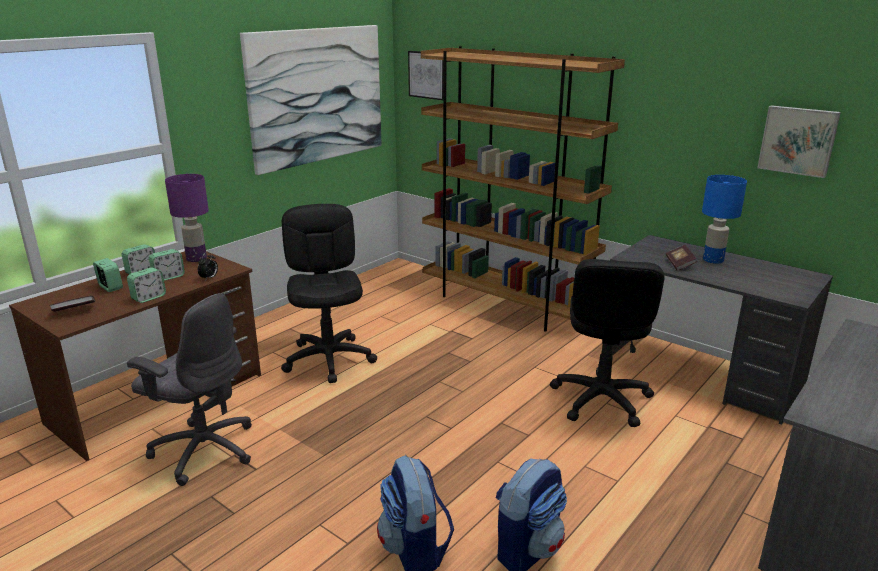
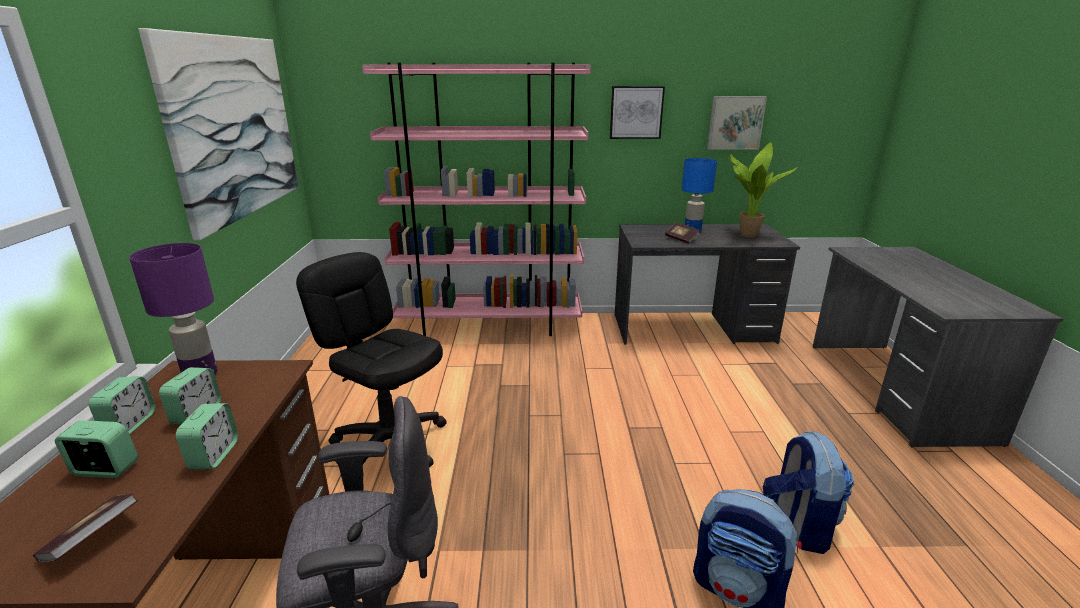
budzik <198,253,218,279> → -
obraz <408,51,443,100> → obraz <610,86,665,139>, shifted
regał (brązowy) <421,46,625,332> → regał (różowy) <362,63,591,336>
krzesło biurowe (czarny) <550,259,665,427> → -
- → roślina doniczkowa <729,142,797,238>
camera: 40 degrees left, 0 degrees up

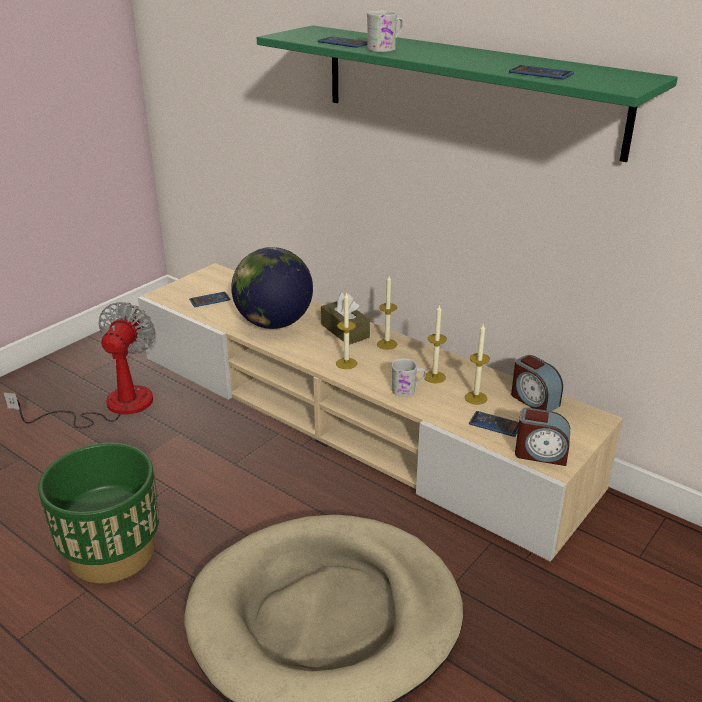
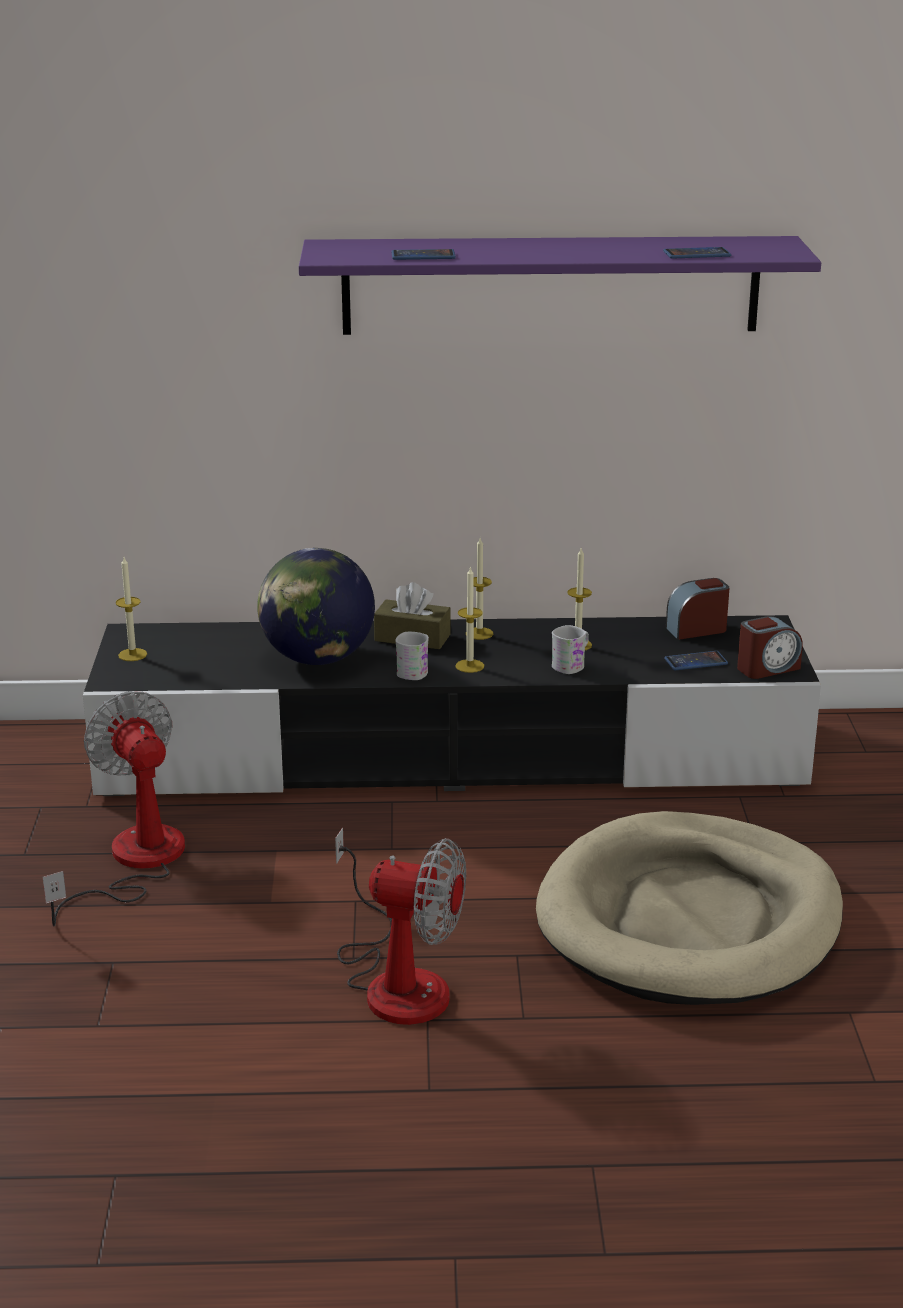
donica (zielony) <38,443,159,584> → wentylator <335,828,466,1025>
szafka pod telewizor (beżowy) <138,263,623,562> → szafka pod telewizor (czarny) <83,615,821,796>
telefon <189,292,231,307> → -
półka (zielony) <257,25,678,162> → półka (fioletowy) <299,236,821,335>
kubek (biały) <367,11,403,52> → kubek (biały) <395,632,429,680>, shifted
świeca <465,324,490,405> → świeca <116,557,147,661>, shifted
budzik <511,355,563,411> → budzik <666,578,729,640>, 150 degrees clockwise
camera: 40 degrees left, 5 degrees down

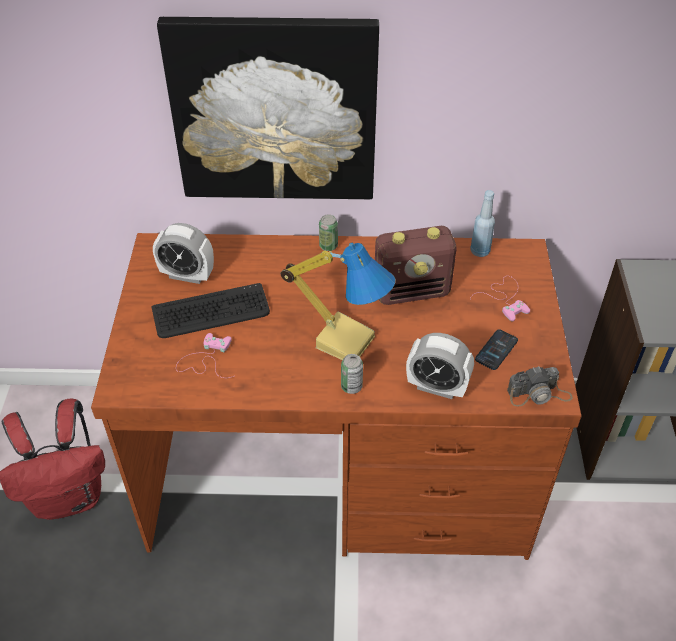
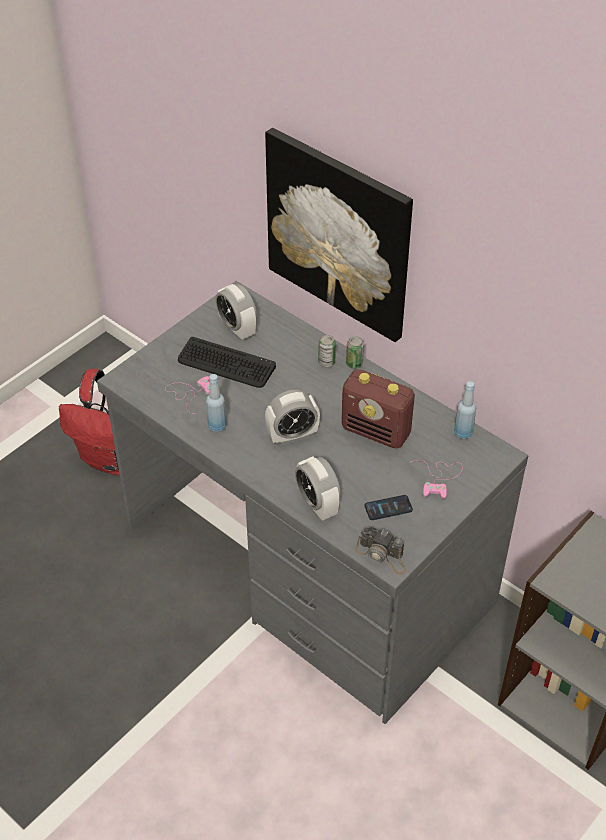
biurko (brązowy) <91,233,581,560> → biurko (szary) <97,281,528,724>
lampa stołowa <281,243,395,360> → budzik <265,390,320,445>
puszka <341,354,363,394> → puszka <318,335,336,367>, shifted
- → butelka (niebieski) <206,374,227,432>
camera: 40 degrees right, 0 degrees up

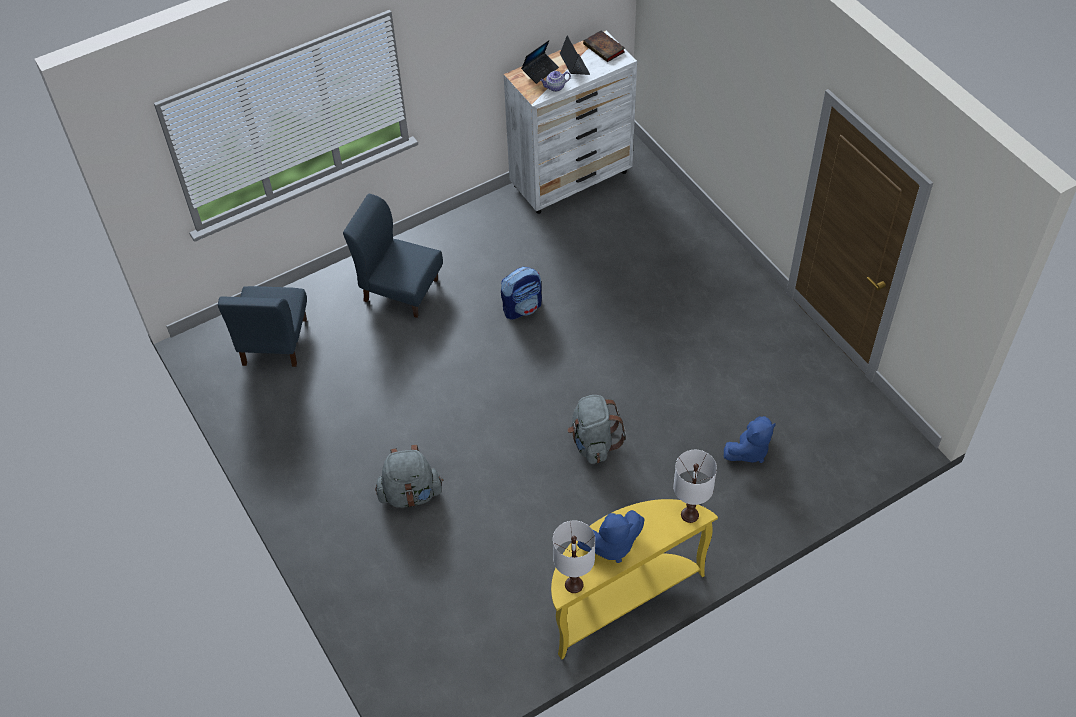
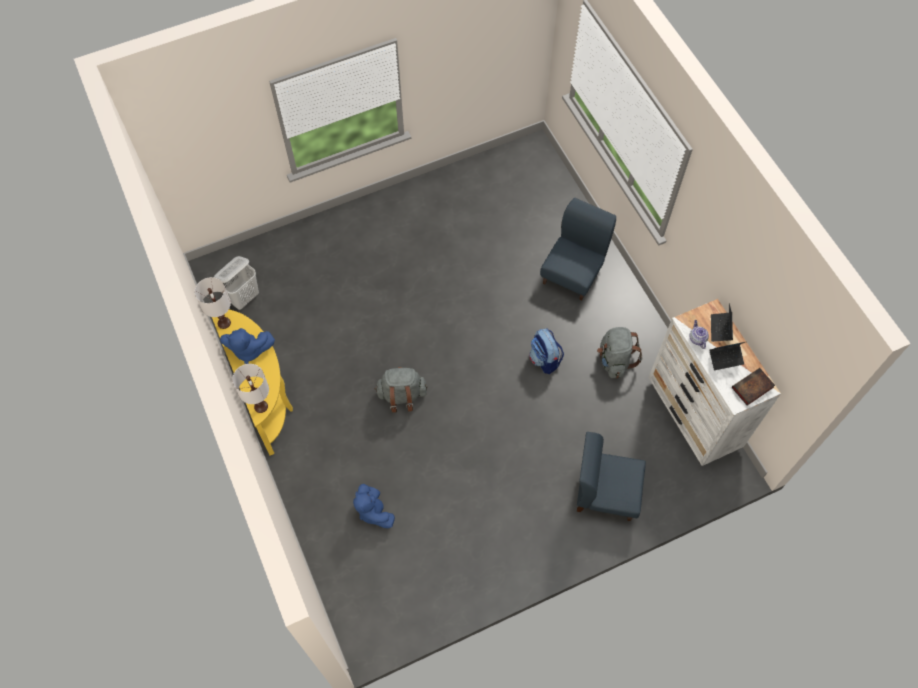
krzesło (niebieski) <218,286,307,367> → krzesło (niebieski) <577,432,646,521>, shifted
plecak (szary) <375,445,443,508> → plecak (szary) <597,327,642,378>, shifted
laptop <521,40,559,84> → laptop <711,303,733,342>, 45 degrees clockwise
pluszak (niebieski) <577,510,645,563> → pluszak (niebieski) <220,328,275,364>, 75 degrees counterclockwise
- → kosz na pranie (biały) <214,256,259,310>
camera: 95 degrees right, 10 degrees up

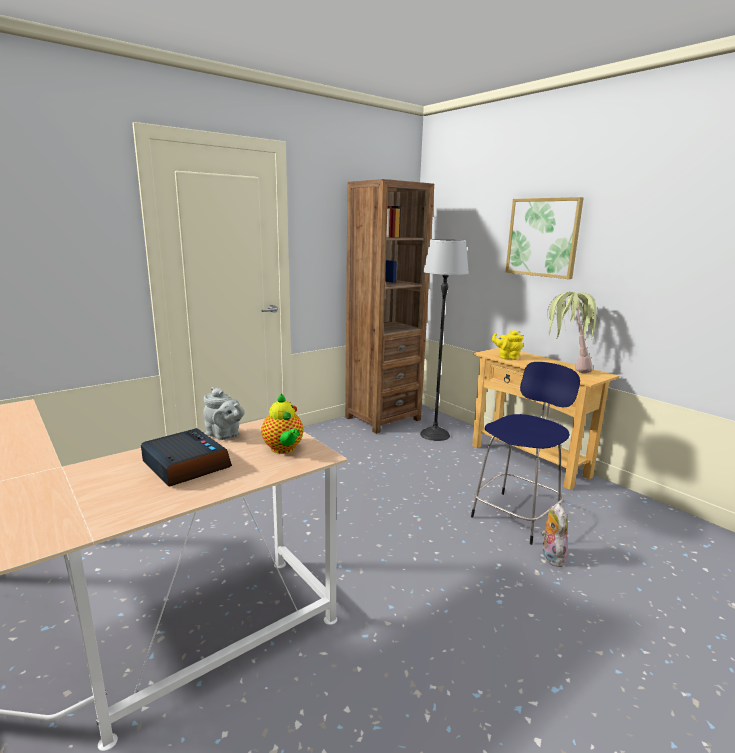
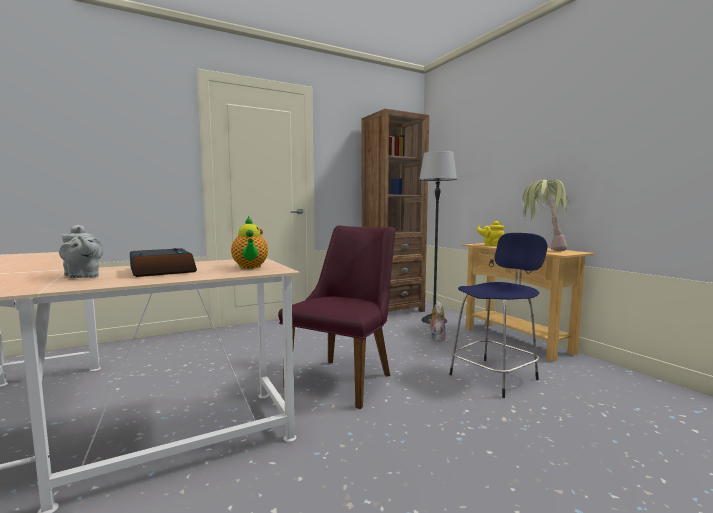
imbryk (szary) <203,387,245,440> → imbryk (szary) <59,225,104,278>, shifted
obraz <506,197,584,279> → -
pluszak <541,504,568,567> → pluszak <429,301,446,341>, shifted
- → krzesło (fioletowy) <278,225,395,409>
camera: 10 degrees right, 10 degrees down

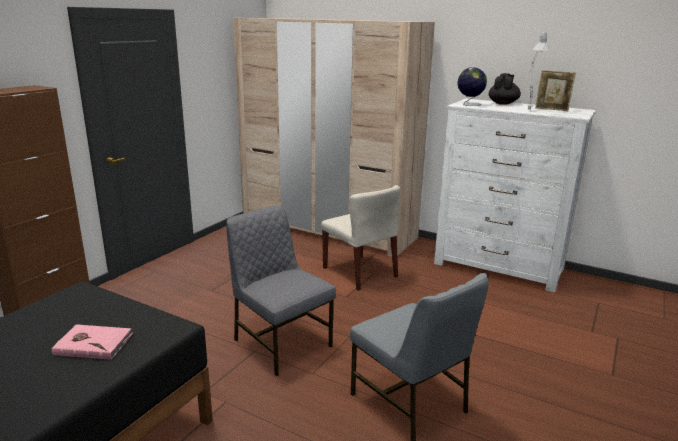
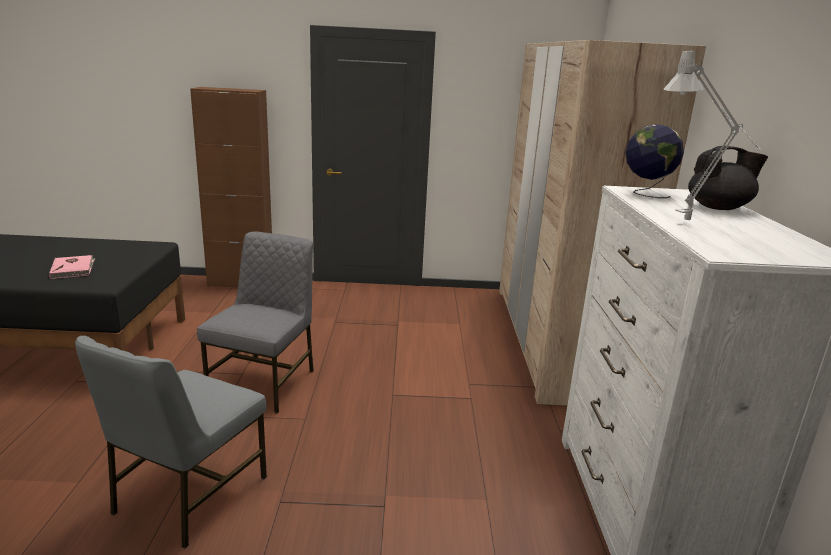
krzesło (beżowy) <321,185,400,291> → -
ramka na zdjęcie <535,70,576,111> → -
camera: 60 degrees right, 0 degrees up

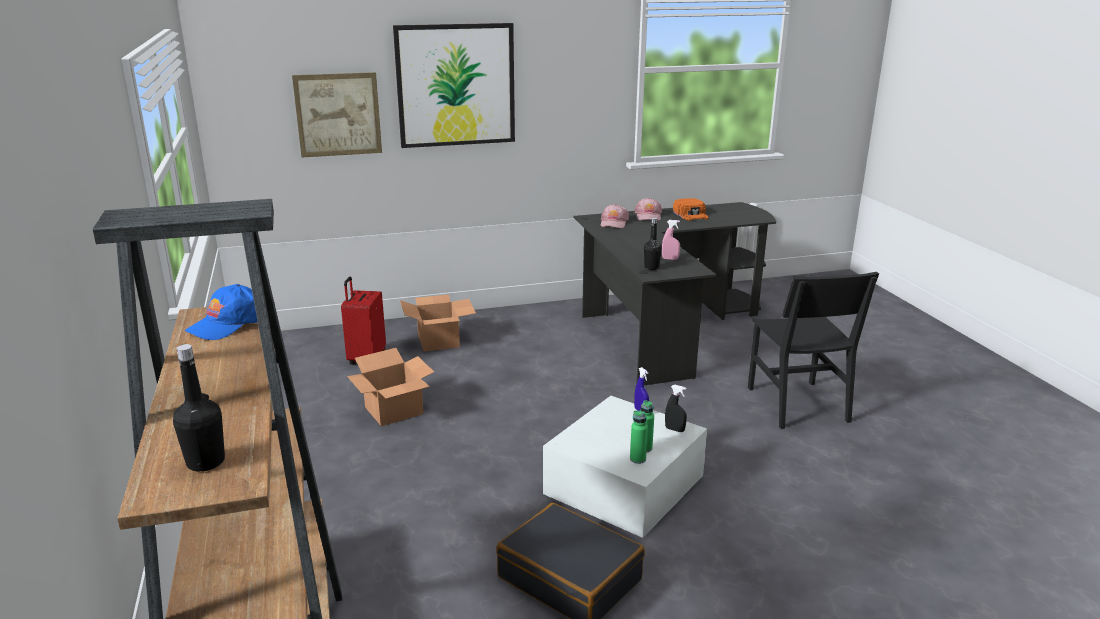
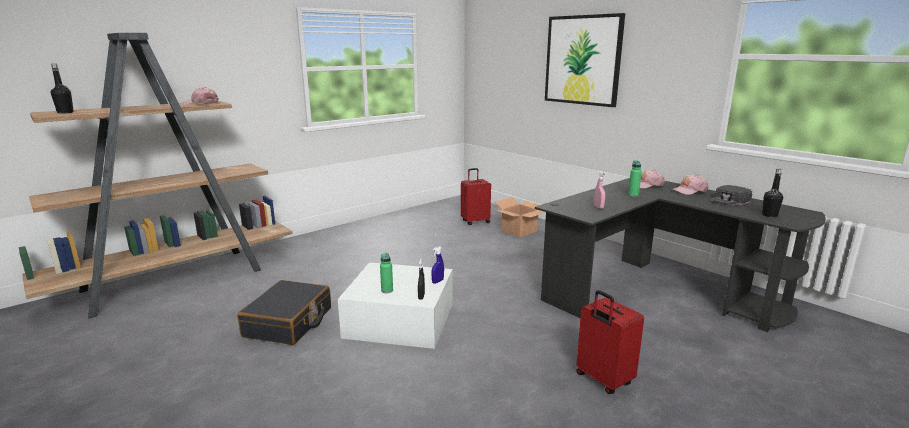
czapka z daszkiem (niebieski) <185,284,258,340> → czapka z daszkiem (różowy) <182,87,219,105>
obraz <292,72,382,157> → -
karton <347,348,434,426> → -
butelka (zielony) <630,411,648,464> → butelka (zielony) <628,160,642,197>, shifted
butelka (czarny) <644,218,662,270> → butelka (czarny) <762,168,783,217>, shifted
czapka z daszkiem (pomarańczowy) <673,198,709,221> → czapka z daszkiem (czarny) <710,185,752,207>
krzesło (czarny) <748,272,879,429> → walizka (czerwony) <576,290,644,394>
camera: 65 degrees right, 5 degrees down

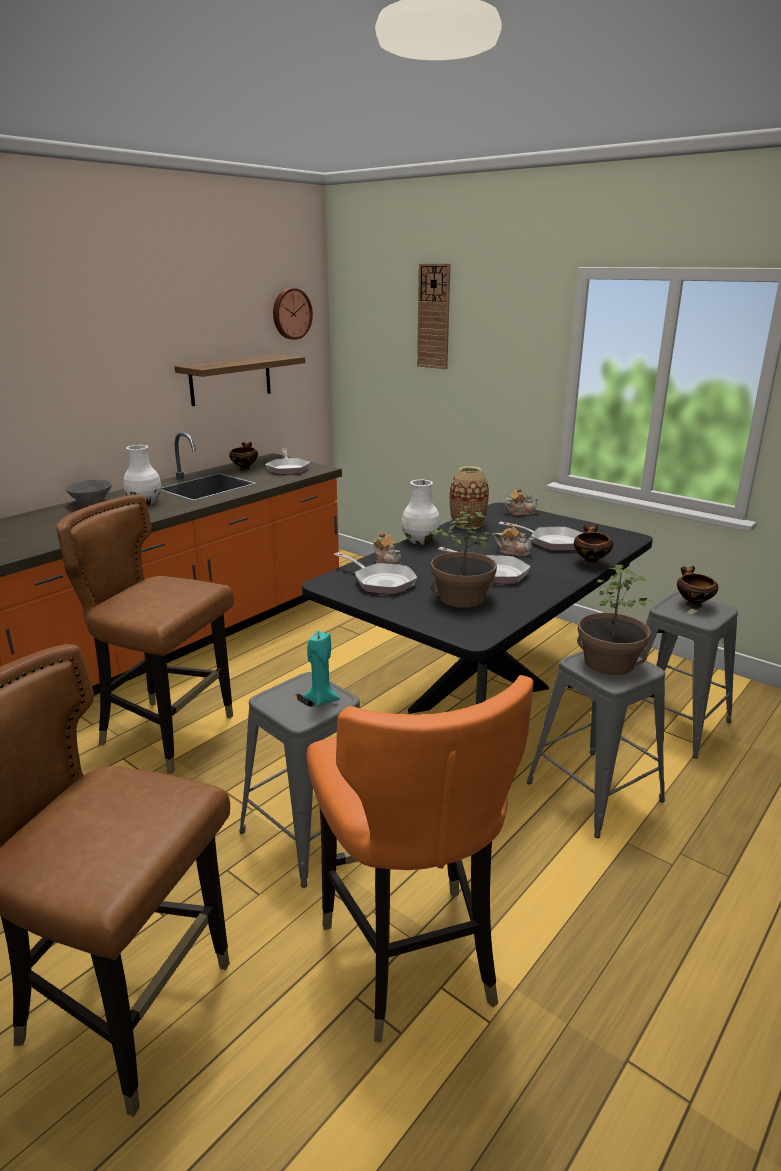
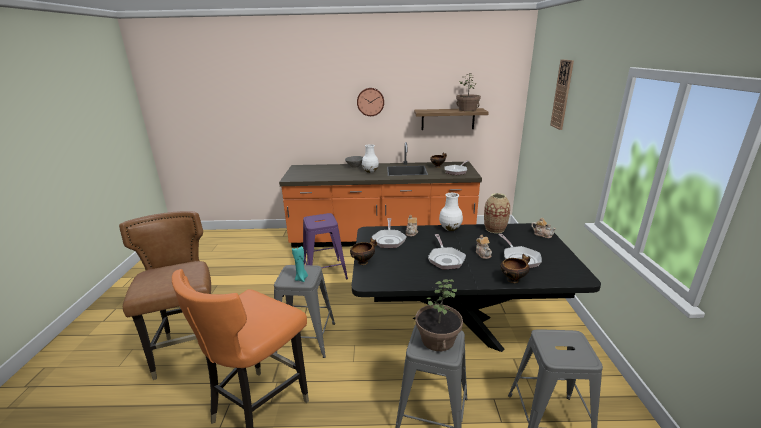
krzesło (brązowy) <56,495,234,774> → stołek (fioletowy) <303,213,348,279>
zegar ścienny <273,288,313,340> → zegar ścienny <357,88,384,116>, shifted
roślina doniczkowa <431,507,499,608> → roślina doniczkowa <456,73,481,111>, shifted
miska <677,566,718,609> → miska <350,238,377,265>, shifted
camera: 50 degrees right, 0 degrees up

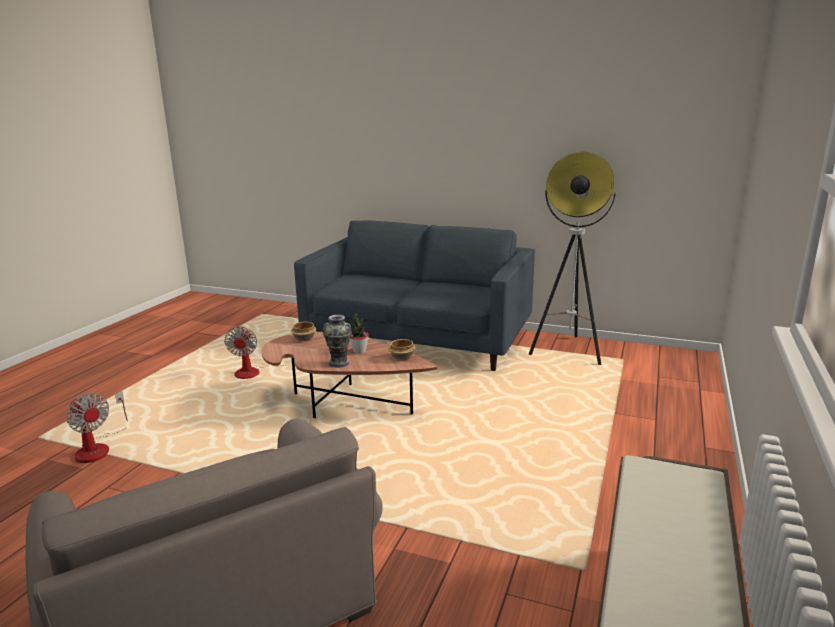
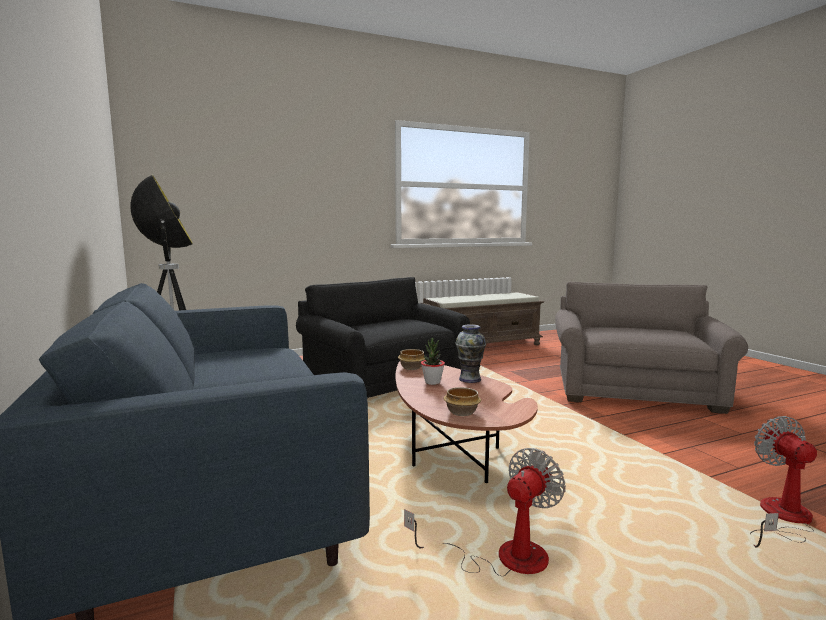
- → fotel (czarny) <296,277,470,398>
camera: 135 degrees left, 10 degrees down

